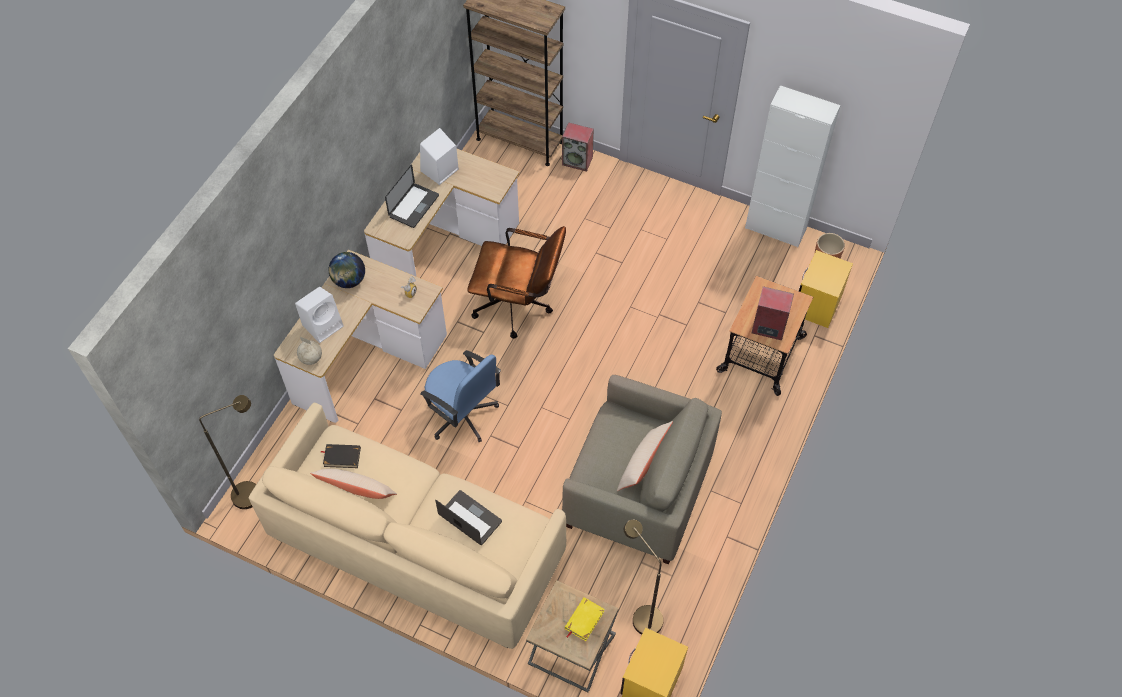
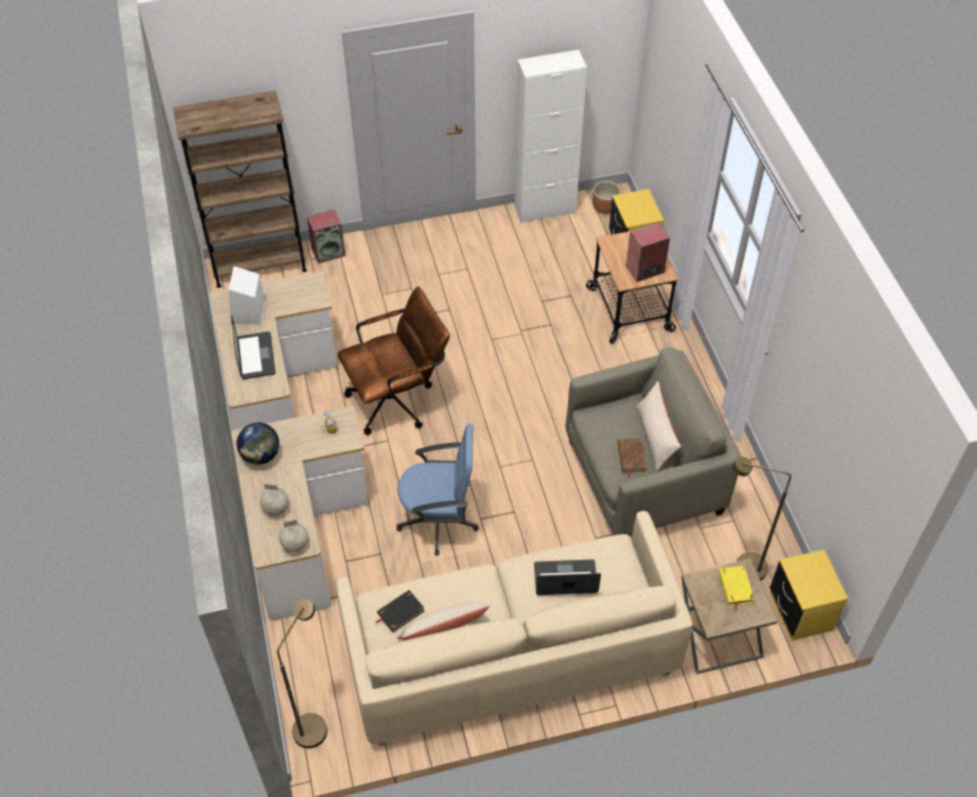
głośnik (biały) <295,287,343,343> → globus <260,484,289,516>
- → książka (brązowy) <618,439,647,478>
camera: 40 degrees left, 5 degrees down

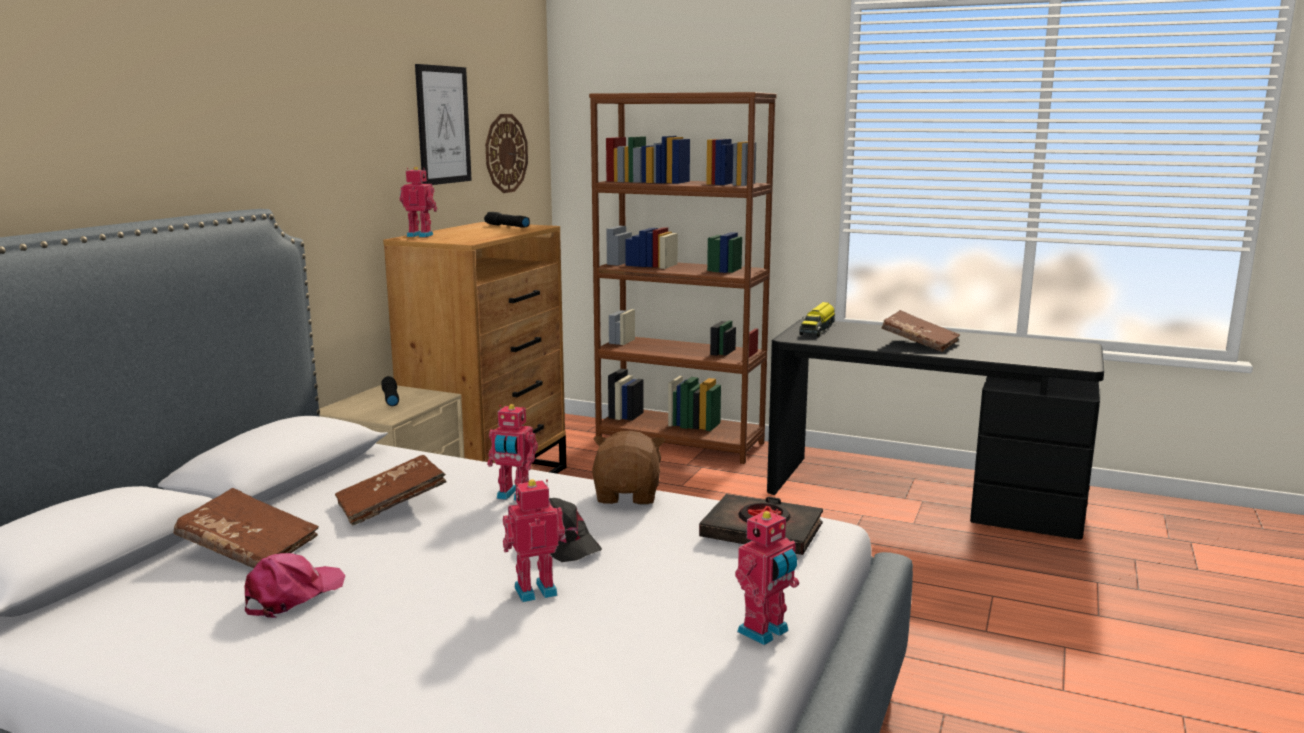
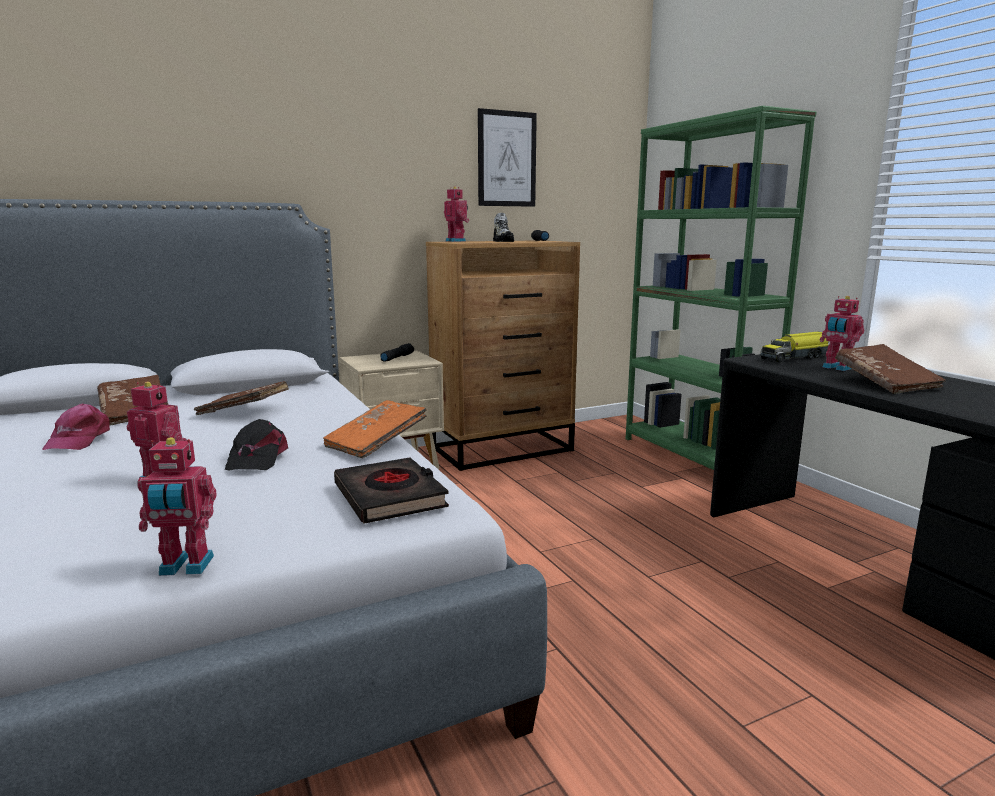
czapka z daszkiem (różowy) <245,553,345,618> → czapka z daszkiem (różowy) <42,404,110,450>, 105 degrees clockwise
zegar ścienny <485,114,528,193> → -
robot zabawkowy <487,404,538,501> → robot zabawkowy <820,296,864,371>, shifted
regał (brązowy) <589,92,777,464> → regał (zielony) <626,106,817,470>
pluszak (brązowy) <592,431,665,505> → książka (pomarańczowy) <323,400,427,458>
- → but <493,213,514,242>
camera: 40 degrees right, 0 degrees up

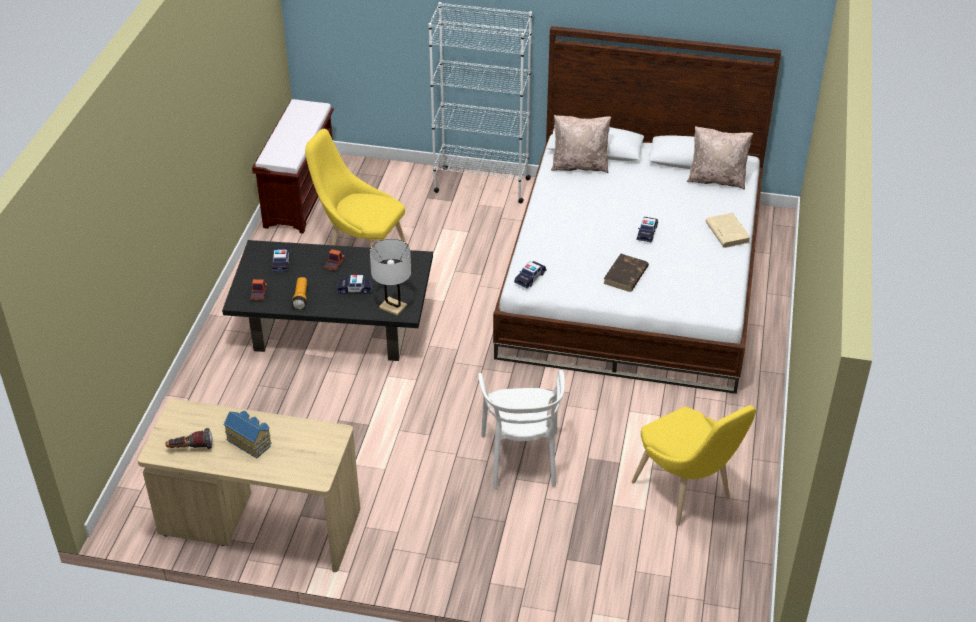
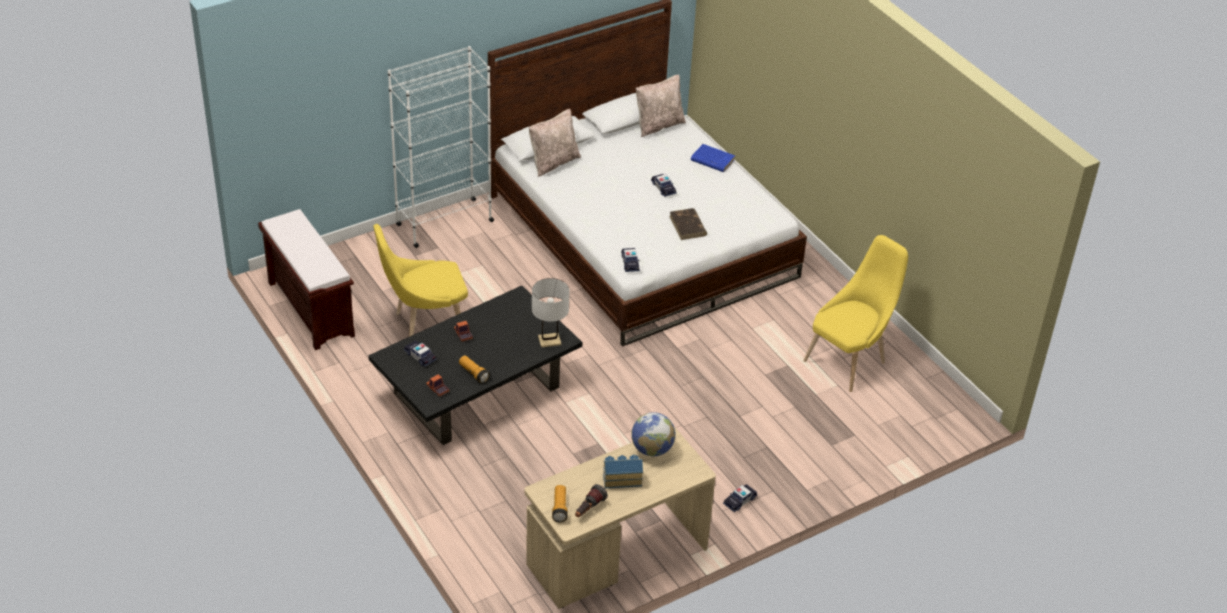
samochodzik <337,275,372,294> → samochodzik <723,484,757,512>, shifted
krzesło (biały) <478,370,565,489> → -
krzesło (żółty) <632,405,756,526> → krzesło (żółty) <803,235,908,392>, 60 degrees counterclockwise
książka (beżowy) <705,213,751,248> → książka (niebieski) <691,144,735,172>
- → latarka <552,485,568,522>
- → globus <631,412,676,456>
camera: 45 degrees left, 0 degrees up

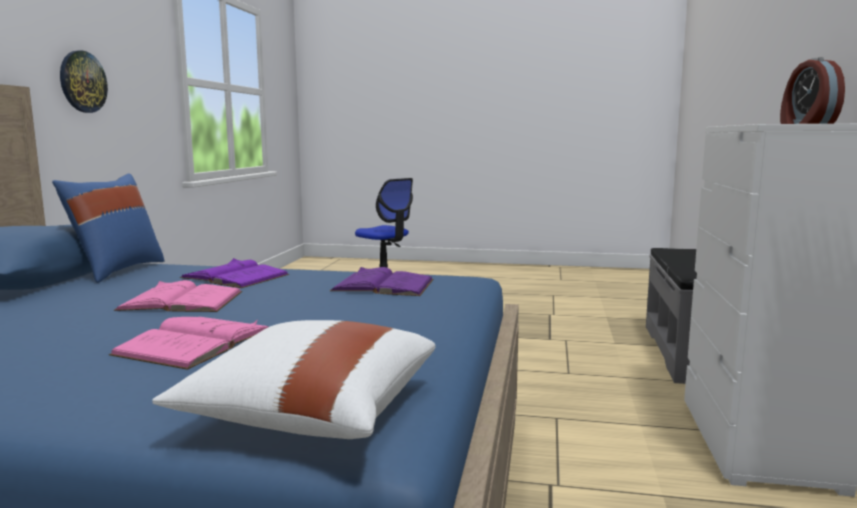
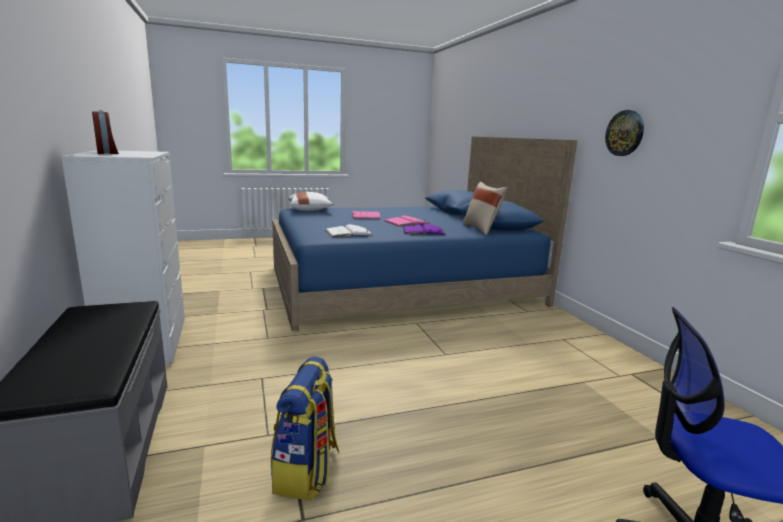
poduszka (niebieski) <52,173,165,283> → poduszka (beżowy) <463,182,507,235>
książka (fioletowy) <330,267,434,296> → książka (biały) <325,224,374,237>
- → plecak <271,357,339,500>
camera: 150 degrees right, 5 degrees up

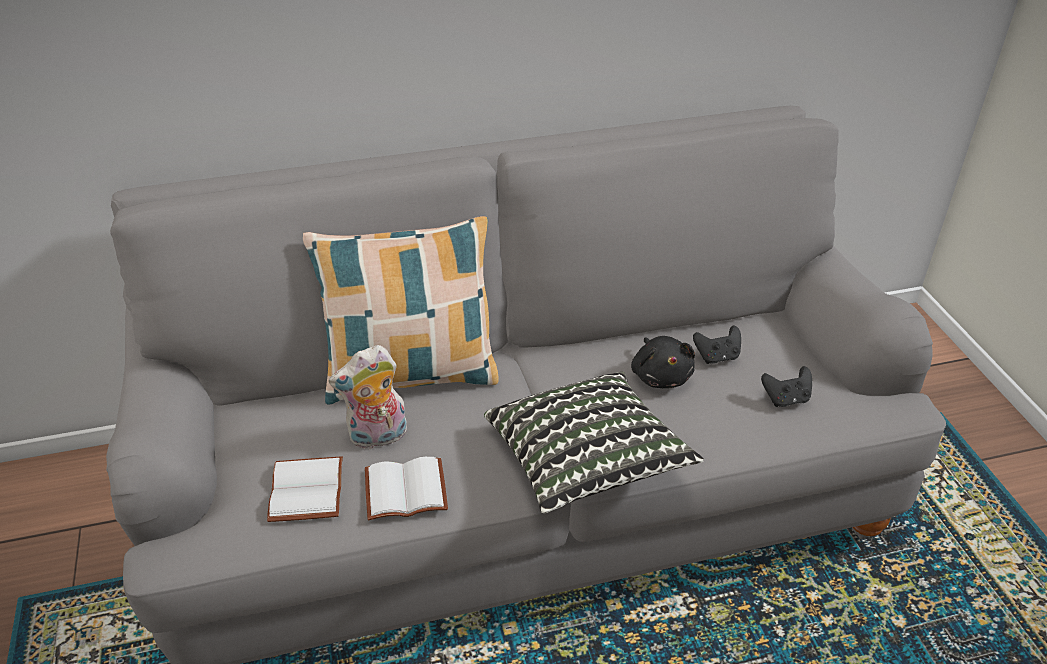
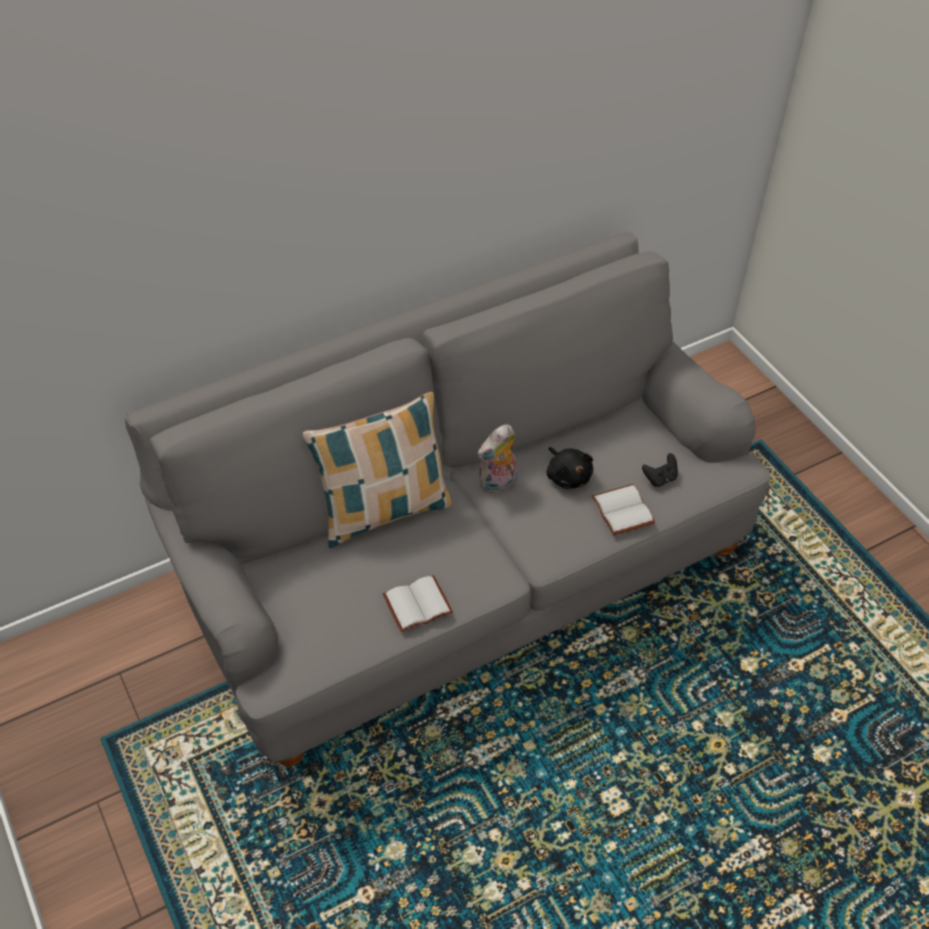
książka (biały) <267,456,343,522> → książka (biały) <592,484,656,535>, shifted
pluszak <329,345,407,449> → pluszak <477,424,517,493>, shifted
poduszka <484,372,704,513> → -
pad do gier (czarny) <693,325,741,364> → -
camera: 15 degrees left, 10 degrees up

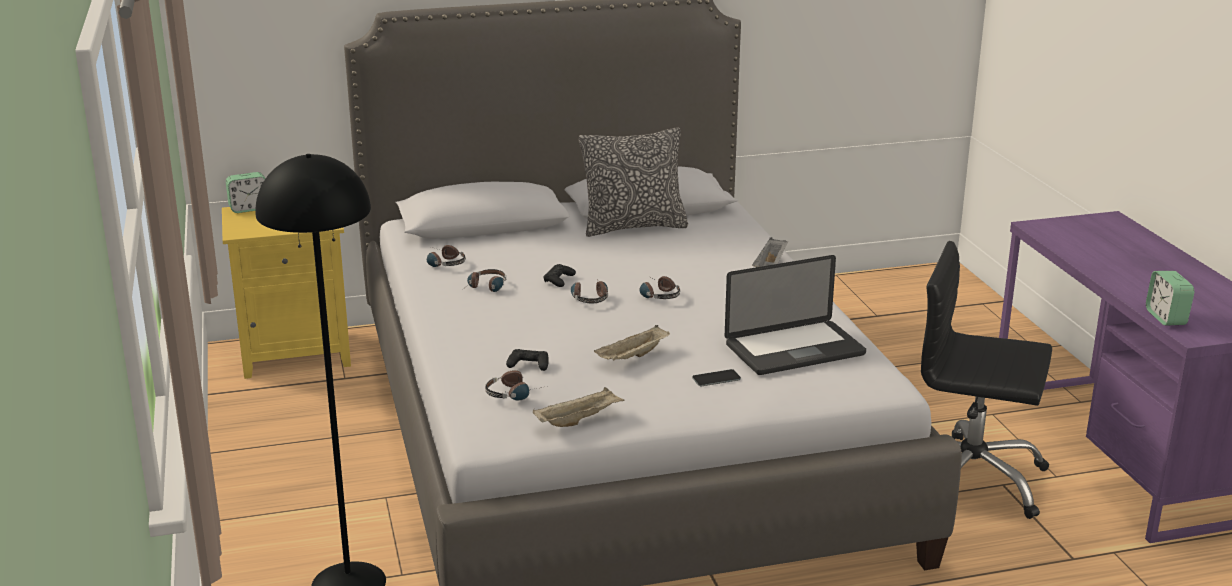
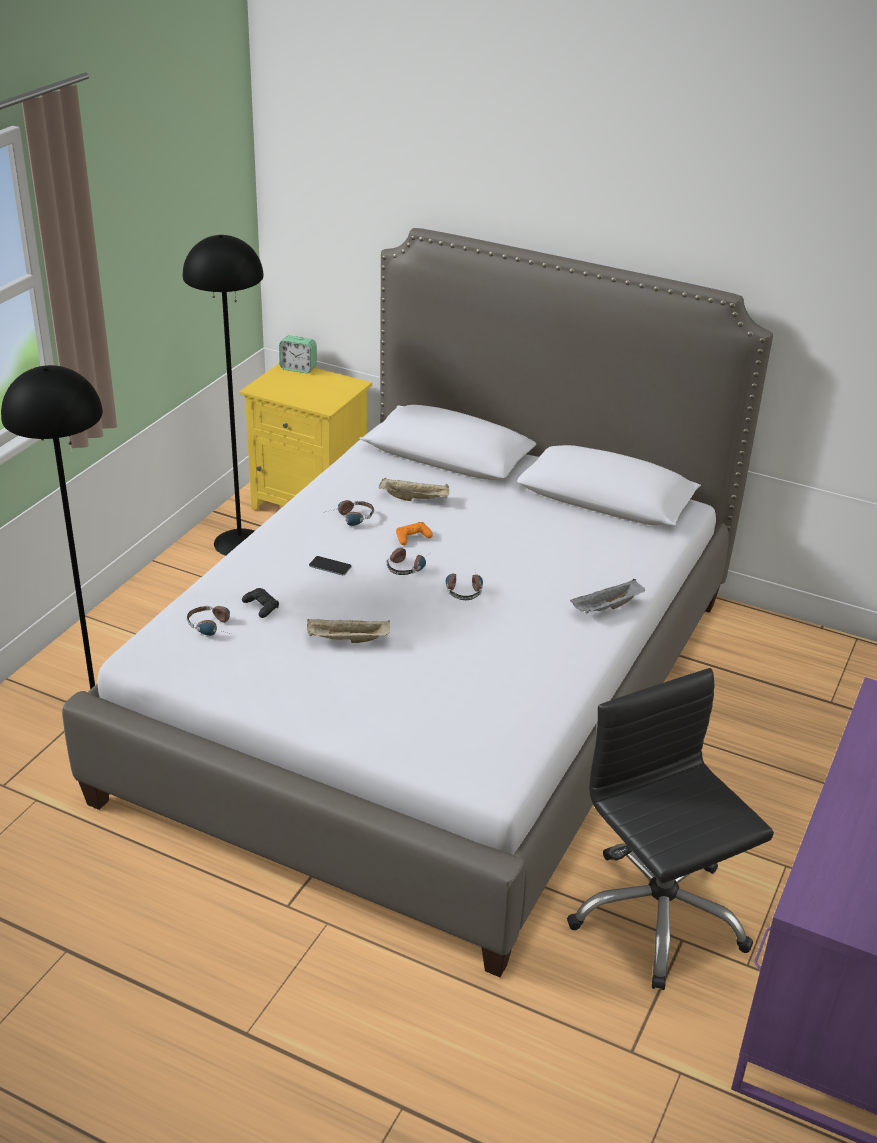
słuchawki <427,245,466,267> → -
taca (beżowy) <533,387,624,427> → taca (beżowy) <379,478,449,501>, shifted
pad do gier (czarny) <543,264,576,287> → pad do gier (pomarańczowy) <396,522,433,545>
poduszka <579,127,688,237> → -
telefon <692,369,741,386> → telefon <309,556,352,575>, shifted
laptop <725,255,866,375> → -
budzik <1146,271,1194,326> → -
- → lampa stojąca (czarny) <183,235,264,556>
camera: 40 degrees right, 10 degrees up

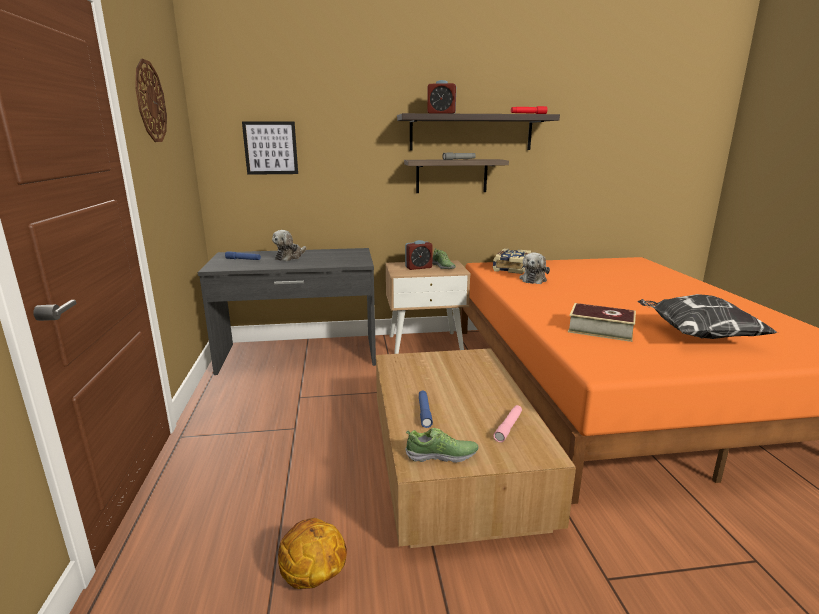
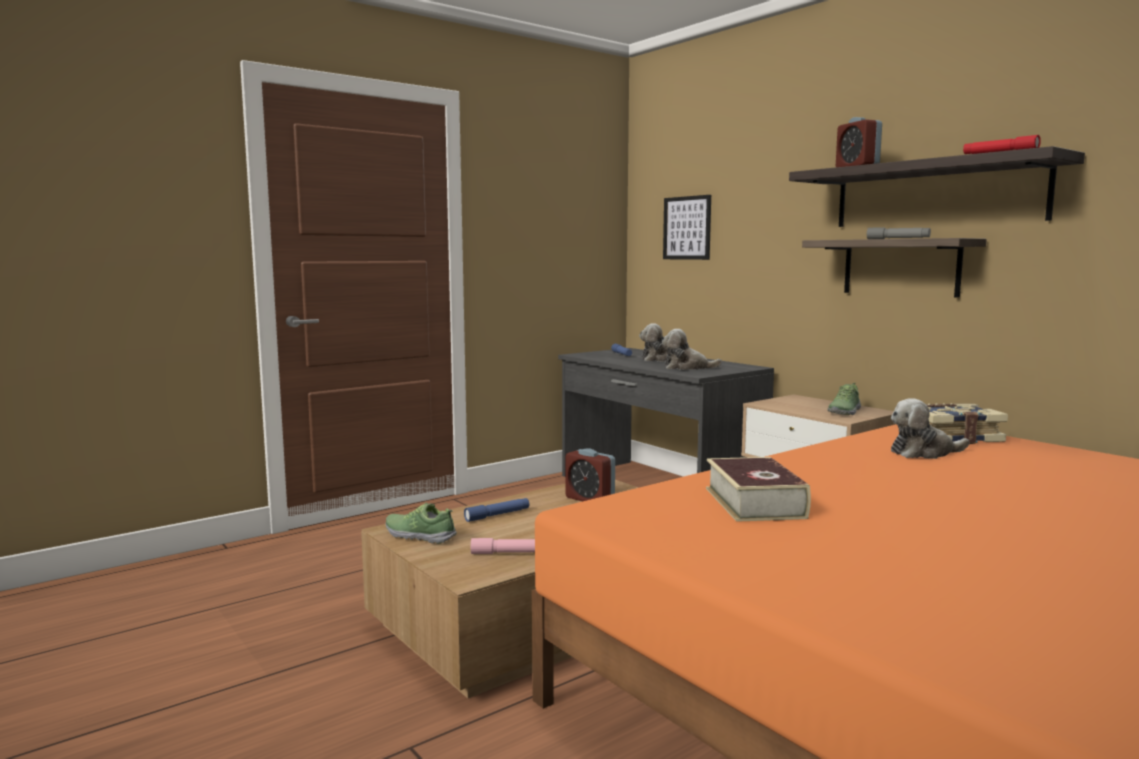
zegar ścienny <135,59,167,142> → -
piłka do koszykówki <278,518,347,589> → -
budzik <405,240,433,270> → budzik <566,448,615,501>, shifted
but <405,428,478,463> → but <386,503,457,544>, 150 degrees clockwise
poduszka <638,294,778,339> → -
- → pluszak <662,329,722,370>
camera: 60 degrees right, 10 degrees down

